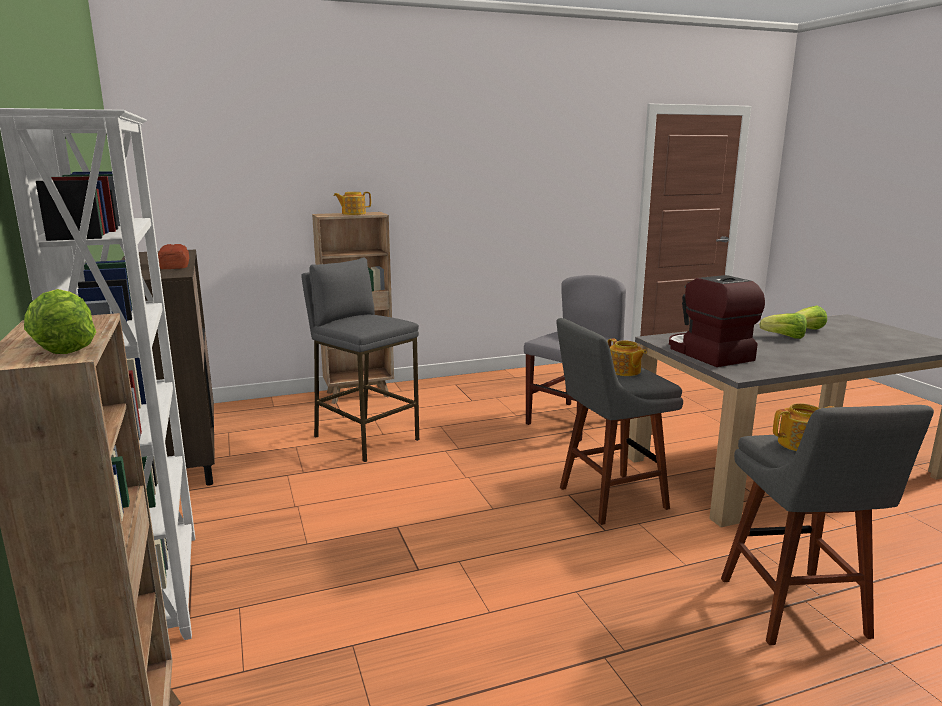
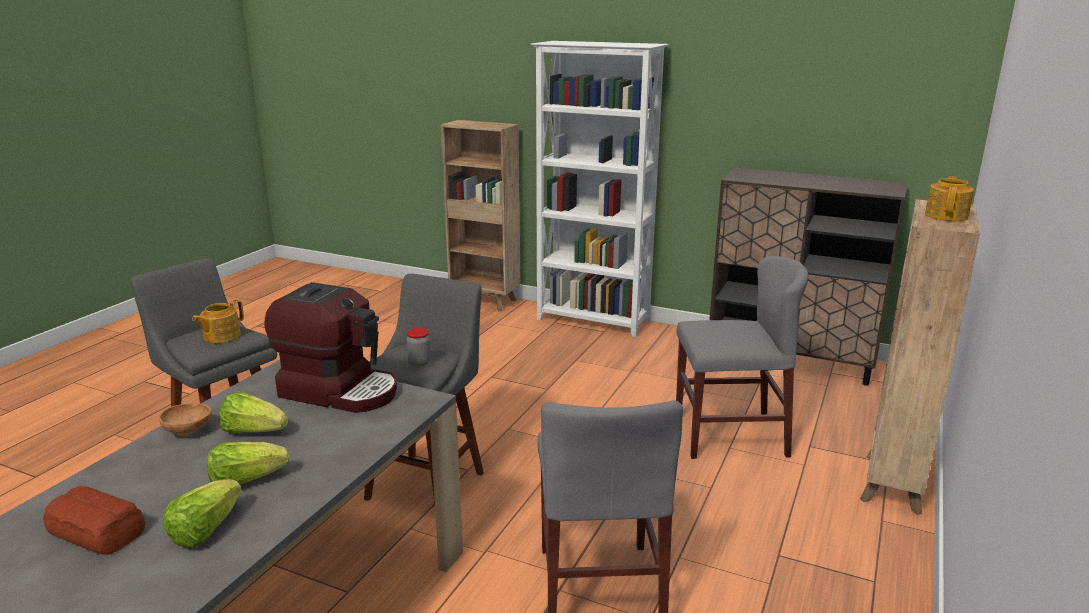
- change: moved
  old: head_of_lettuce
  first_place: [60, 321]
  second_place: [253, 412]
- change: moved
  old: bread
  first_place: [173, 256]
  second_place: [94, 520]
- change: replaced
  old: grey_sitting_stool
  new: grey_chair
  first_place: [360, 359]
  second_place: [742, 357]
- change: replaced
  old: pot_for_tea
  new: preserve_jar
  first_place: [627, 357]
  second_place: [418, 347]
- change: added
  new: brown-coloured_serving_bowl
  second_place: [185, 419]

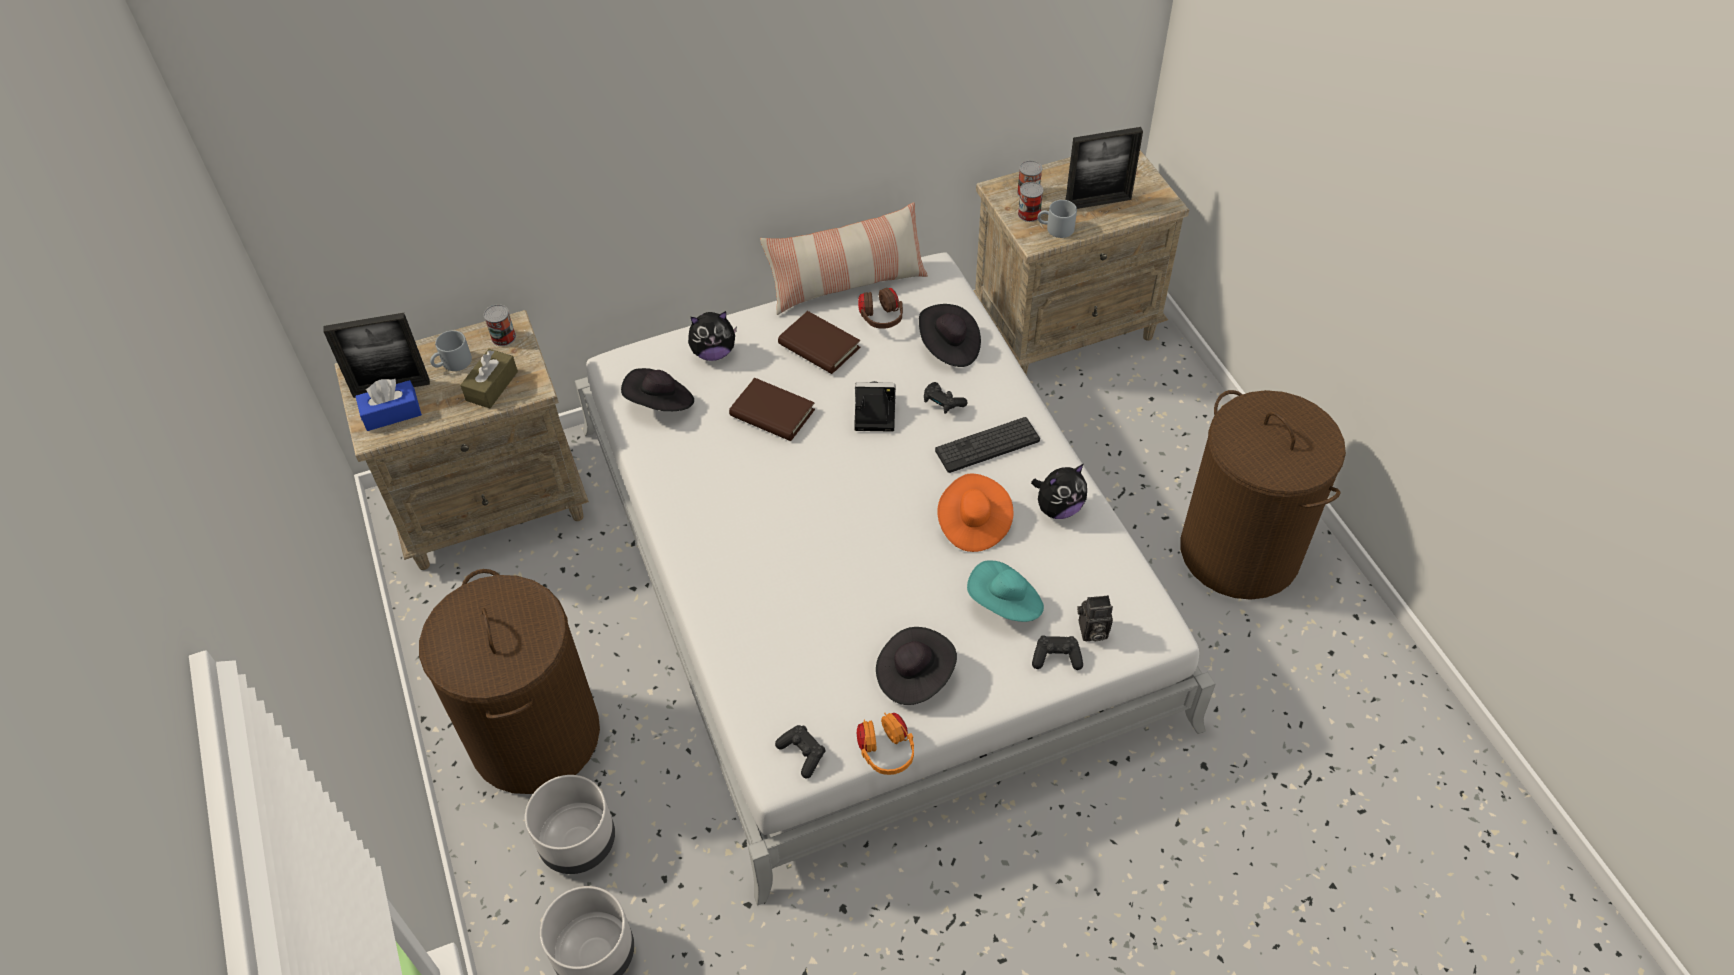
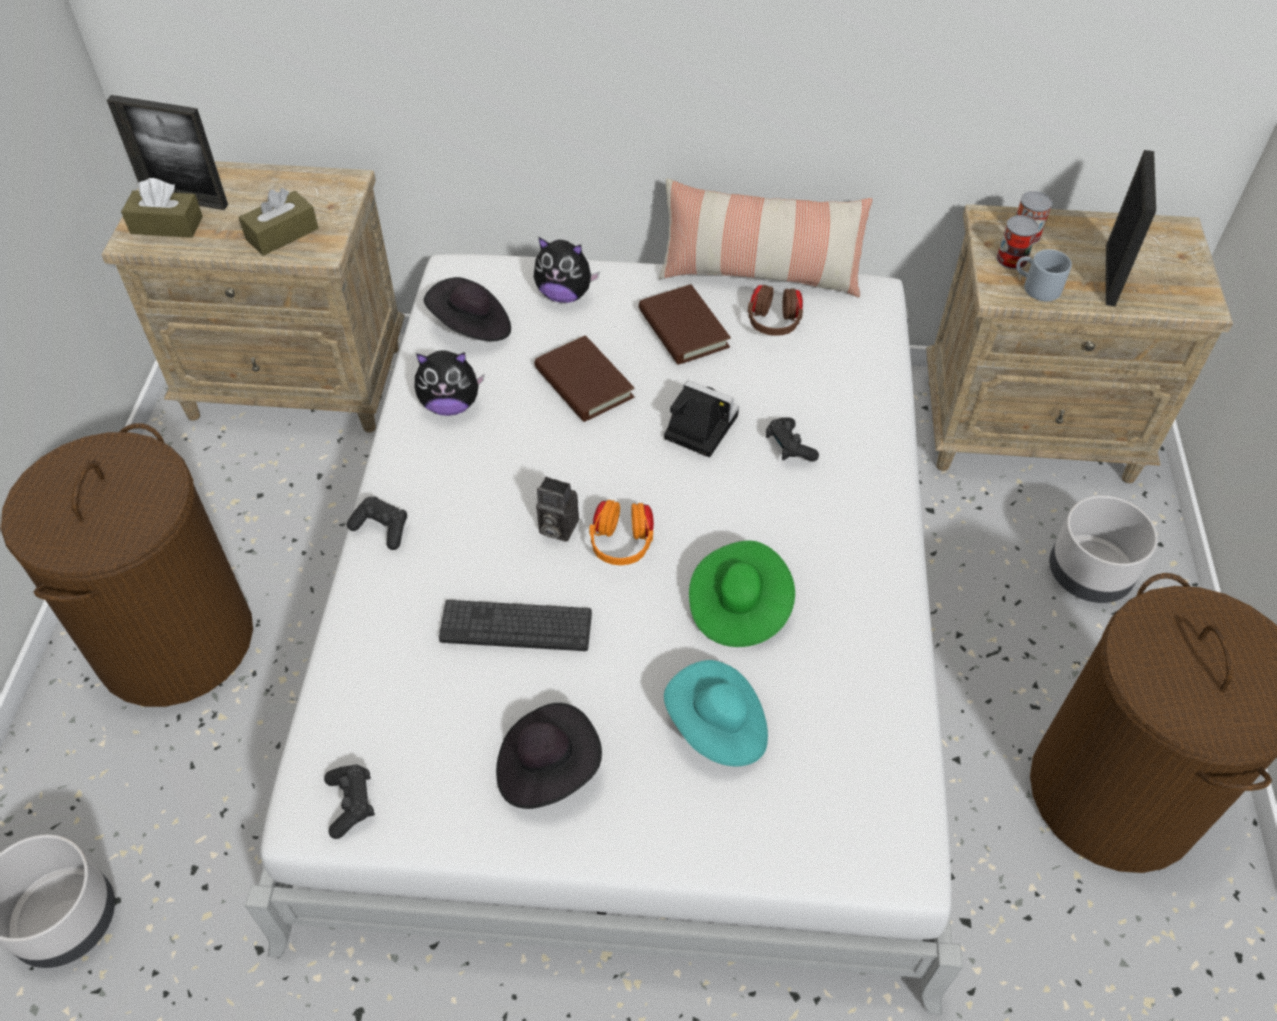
- change: recoloured
  old: blue-coloured_tissue_box
  new: brown-coloured_tissue_box
  first_place: [388, 405]
  second_place: [162, 208]
- change: removed
  old: grey_coffee_mug
  first_place: [451, 350]
- change: removed
  old: can
  first_place: [500, 325]
- change: moved
  old: grey_flower_pot
  first_place: [570, 824]
  second_place: [1103, 549]
- change: moved
  old: orange_headset
  first_place: [885, 744]
  second_place: [621, 532]
- change: removed
  old: blackish_wearable_hat
  first_place: [950, 335]
- change: moved
  old: computer_keyboard
  first_place: [987, 445]
  second_place: [515, 625]
- change: recoloured
  old: orange_wearable_hat
  new: green-coloured_wearable_hat
  first_place: [975, 512]
  second_place: [742, 594]
- change: moved
  old: soft_toy
  first_place: [1059, 491]
  second_place: [450, 383]
- change: moved
  old: blackish_game_controller
  first_place: [1057, 652]
  second_place: [377, 523]
- change: turned
  old: photo_frame
  first_place: [1104, 168]
  second_place: [1131, 228]
  degrees: -90
- change: moved
  old: photo_camera
  first_place: [1095, 618]
  second_place: [557, 509]

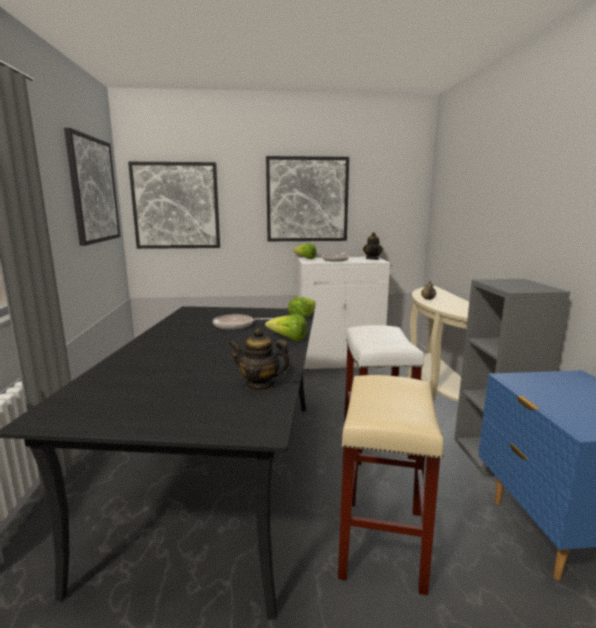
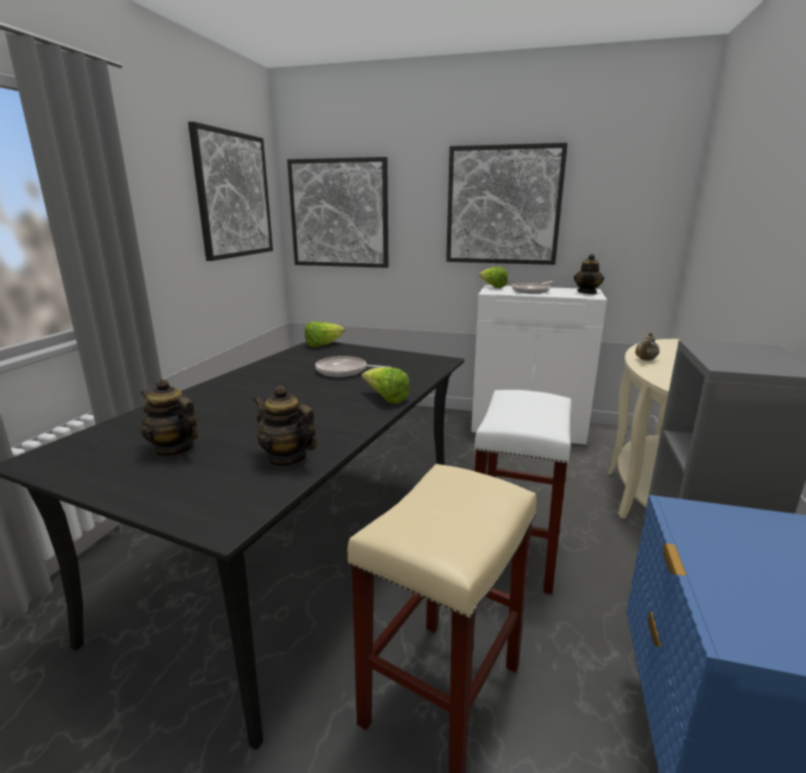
- change: moved
  old: head_of_lettuce
  first_place: [302, 307]
  second_place: [325, 334]
- change: added
  new: pot_for_tea
  second_place: [169, 418]

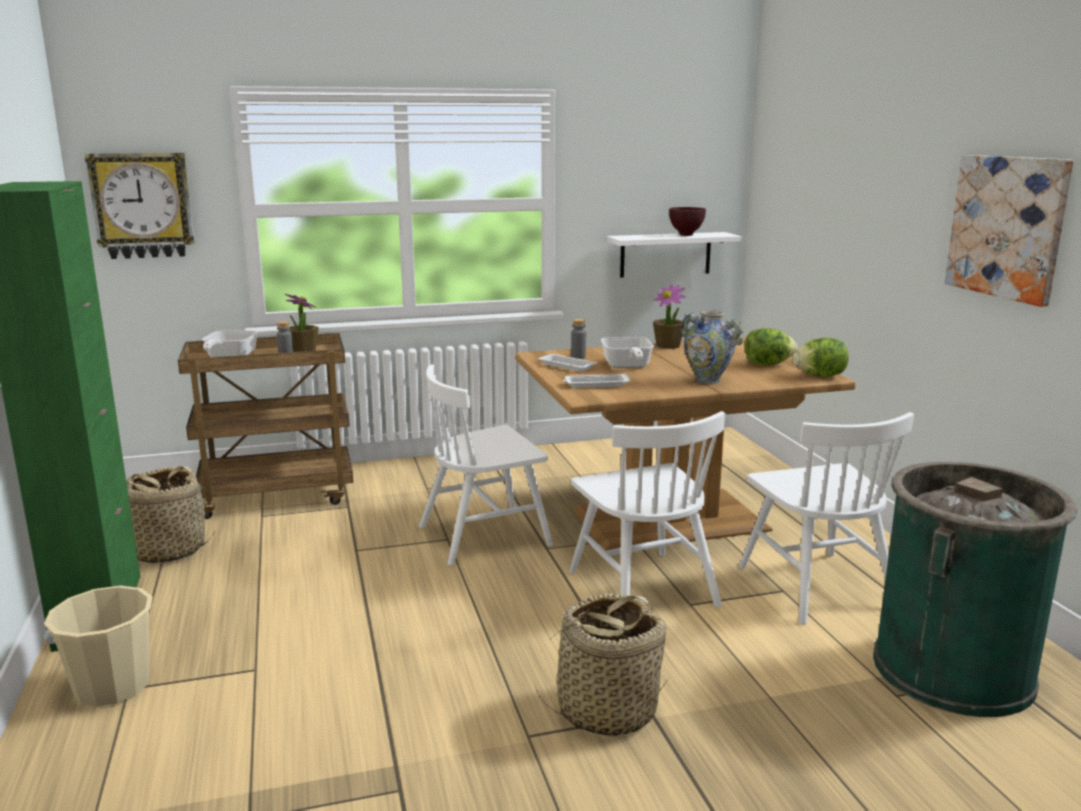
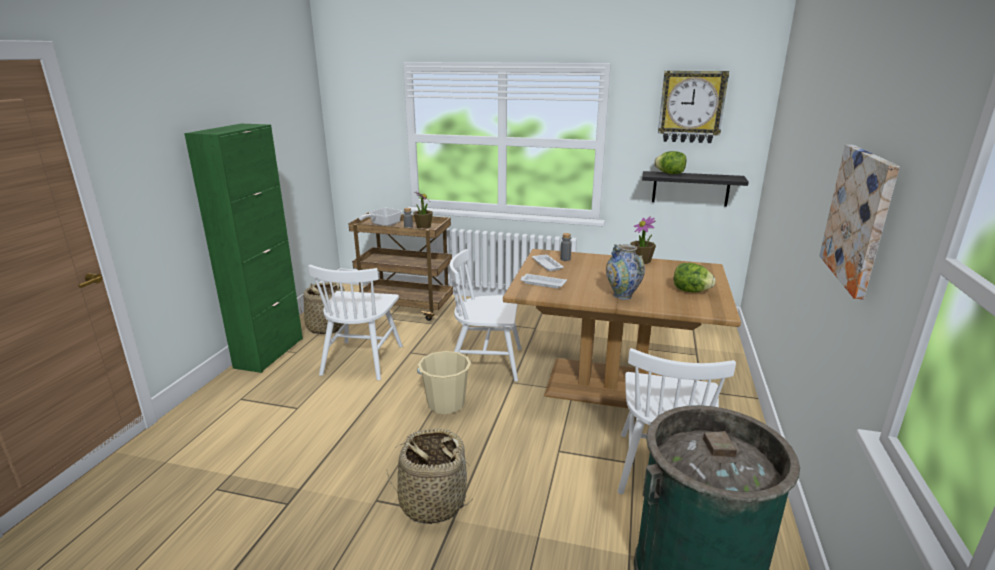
- change: moved
  old: beige_water_bucket
  first_place: [98, 646]
  second_place: [444, 382]
- change: moved
  old: wall_clock
  first_place: [140, 206]
  second_place: [693, 107]
- change: moved
  old: white-coloured_chair
  first_place: [647, 509]
  second_place: [355, 322]
- change: removed
  old: pan
  first_place: [627, 352]
- change: recoloured
  old: white-coloured_shelf
  new: blackish_shelf
  first_place: [674, 255]
  second_place: [695, 189]
- change: removed
  old: brown-coloured_serving_bowl
  first_place: [687, 221]
- change: moved
  old: head_of_lettuce
  first_place: [821, 357]
  second_place: [670, 162]

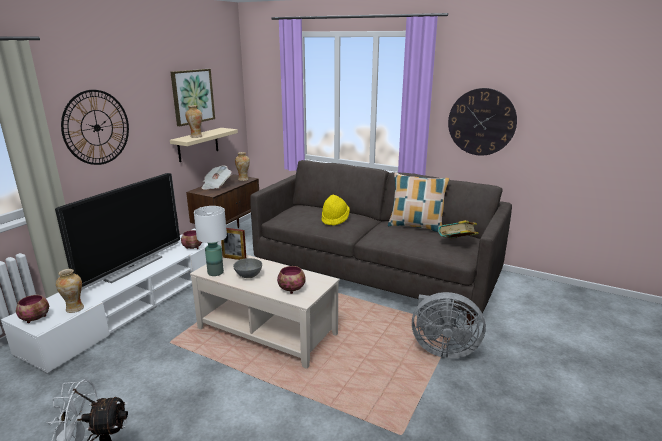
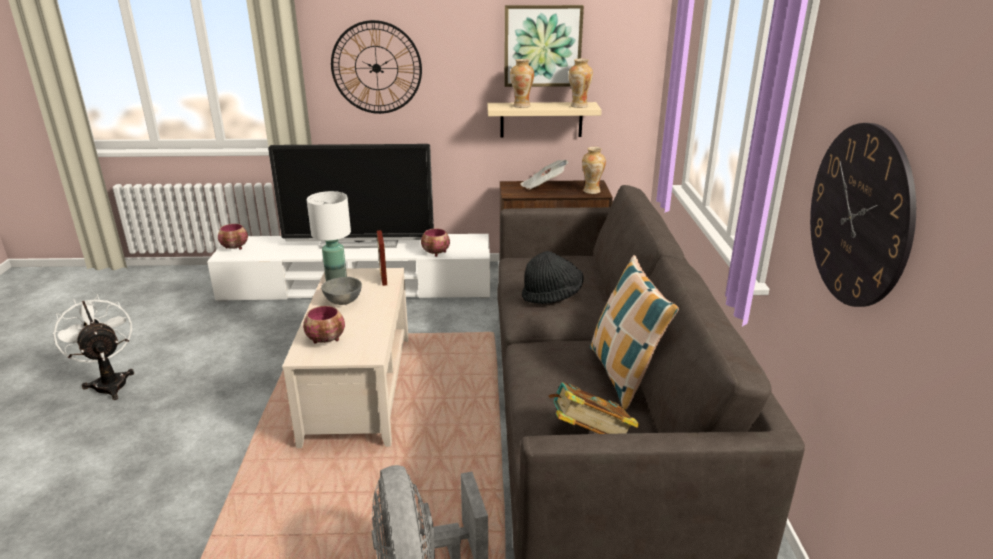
- change: moved
  old: flower_vase
  first_place: [70, 291]
  second_place: [581, 83]
- change: recoloured
  old: yellow_wearable_hat
  new: blackish_wearable_hat
  first_place: [336, 210]
  second_place: [553, 277]

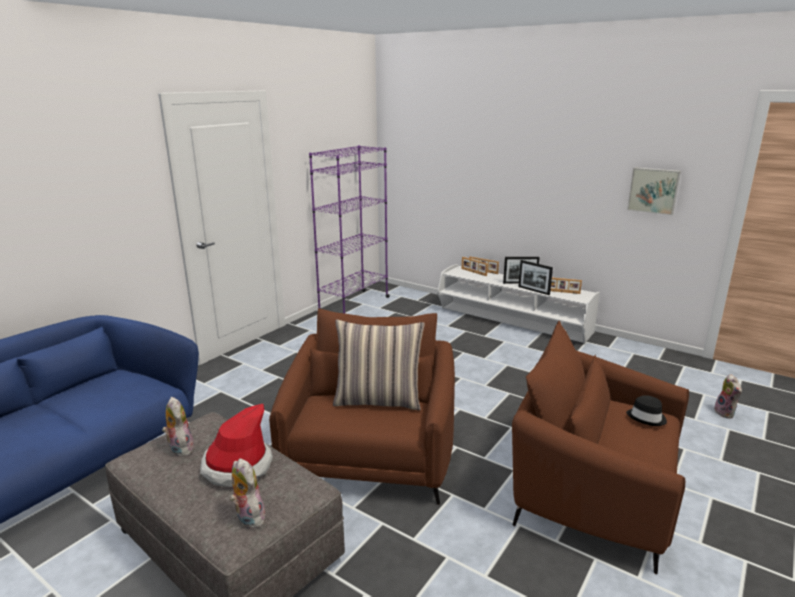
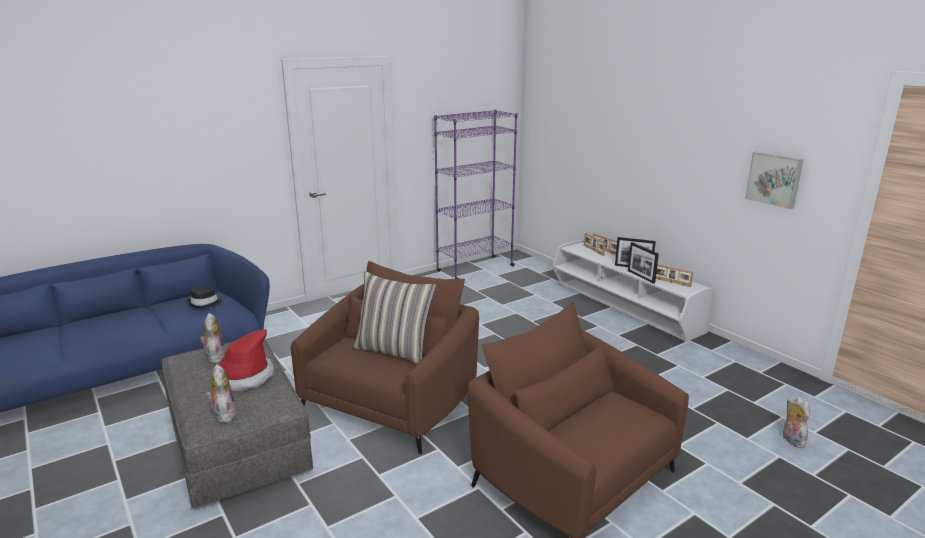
- change: moved
  old: blackish_wearable_hat
  first_place: [646, 410]
  second_place: [204, 297]
- change: turned
  old: soft_toy
  first_place: [728, 396]
  second_place: [796, 422]
  degrees: 150

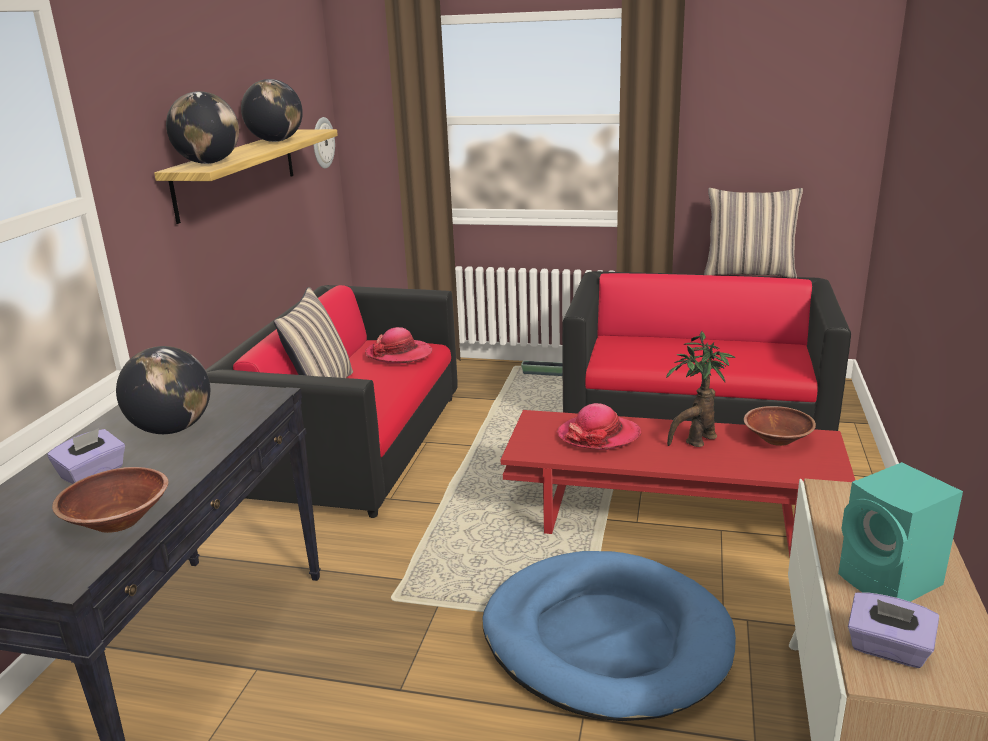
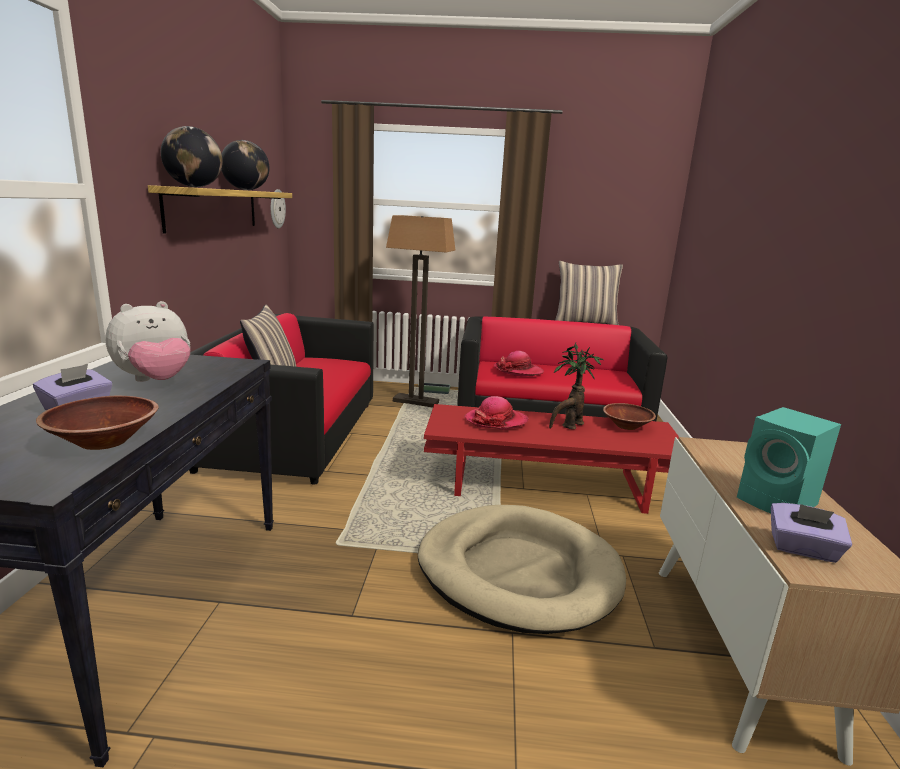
- change: replaced
  old: world_globe
  new: soft_toy
  first_place: [163, 390]
  second_place: [147, 341]
- change: moved
  old: wearable_hat
  first_place: [398, 345]
  second_place: [519, 363]
- change: recoloured
  old: blue-coloured_dog_bed
  new: beige_dog_bed
  first_place: [609, 636]
  second_place: [522, 569]
- change: added
  new: standard_lamp
  second_place: [420, 311]

